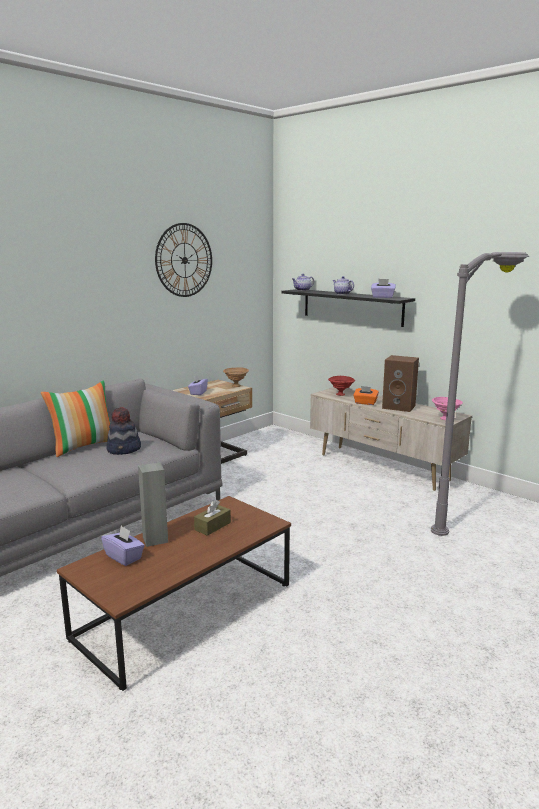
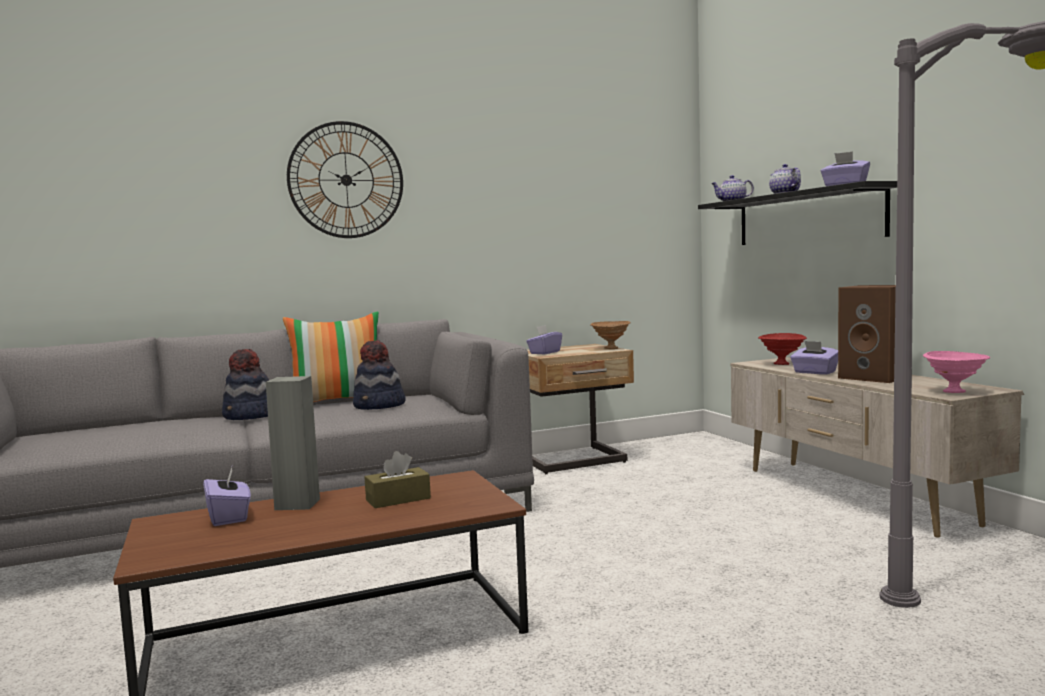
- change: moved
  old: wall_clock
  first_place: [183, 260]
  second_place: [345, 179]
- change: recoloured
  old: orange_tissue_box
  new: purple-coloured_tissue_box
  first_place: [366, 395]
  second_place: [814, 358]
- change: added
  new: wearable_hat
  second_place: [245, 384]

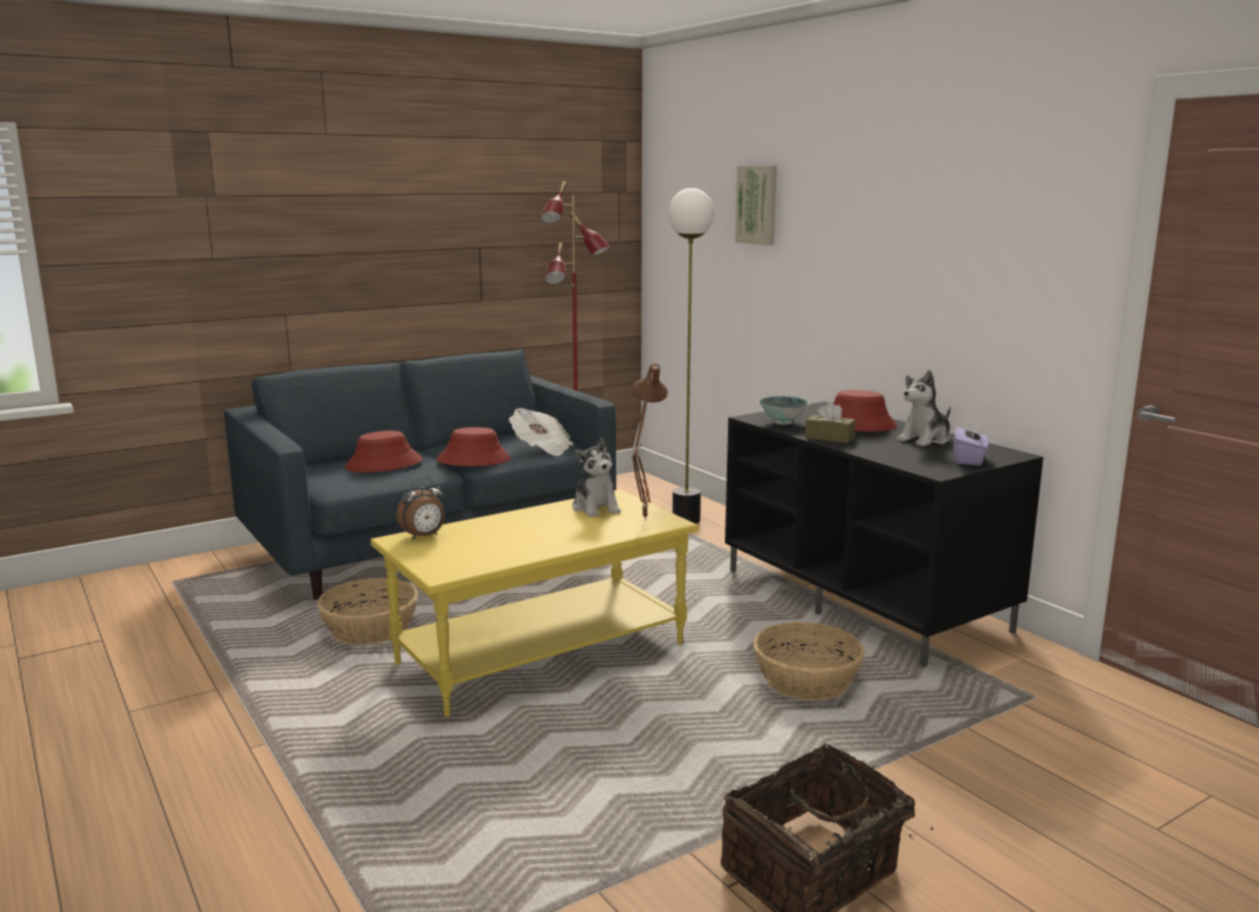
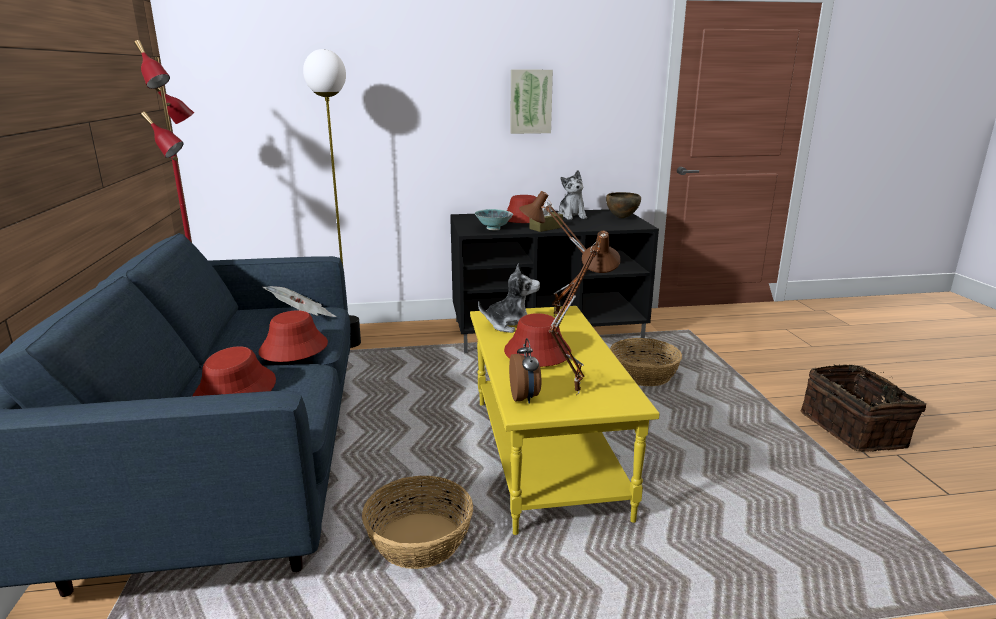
- change: moved
  old: wall_picture
  first_place: [756, 205]
  second_place: [531, 102]
- change: replaced
  old: purple-coloured_tissue_box
  new: brown-coloured_serving_bowl
  first_place: [971, 443]
  second_place: [623, 205]
- change: added
  new: red-coloured_wearable_hat
  second_place: [537, 340]
- change: added
  new: brown-coloured_tabletop_lamp
  second_place: [585, 313]

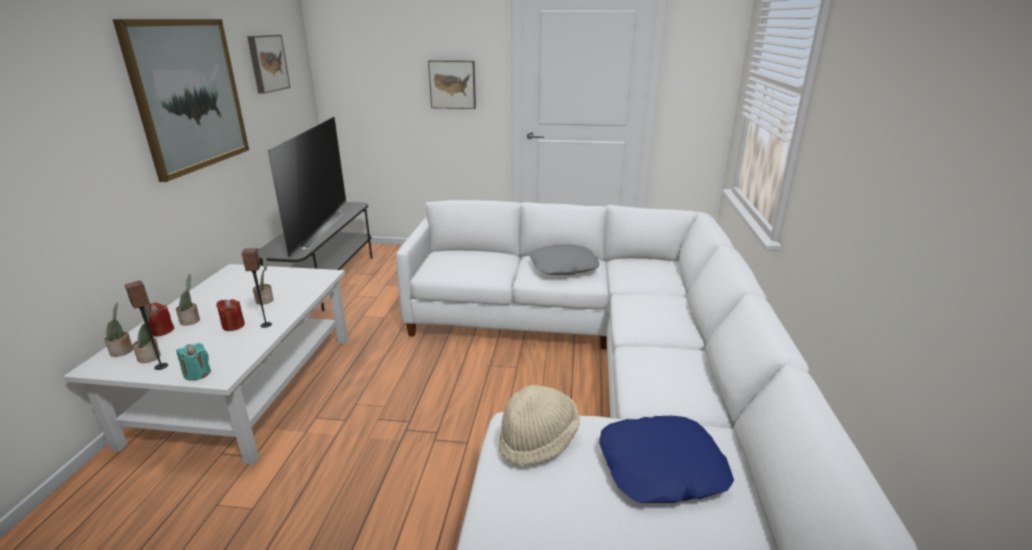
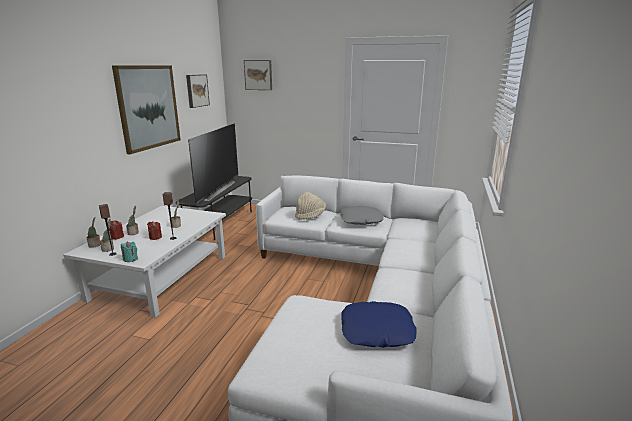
- change: moved
  old: wall_picture
  first_place: [452, 84]
  second_place: [258, 75]
- change: moved
  old: beige_wearable_hat
  first_place: [539, 425]
  second_place: [310, 206]

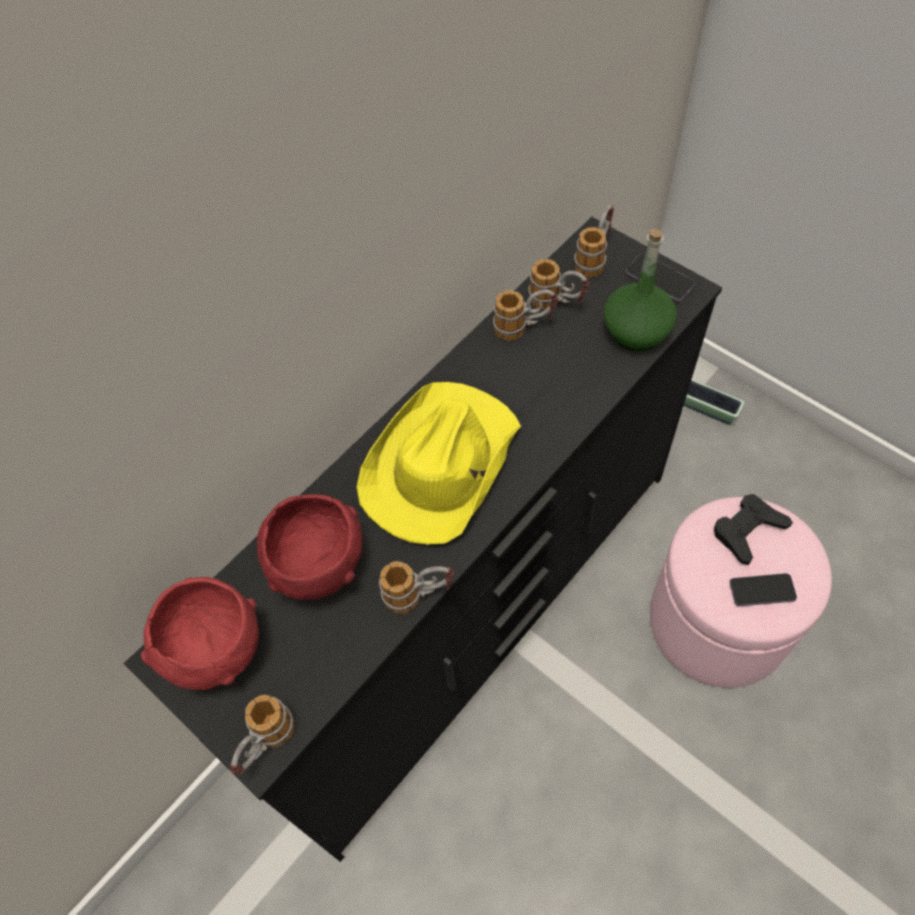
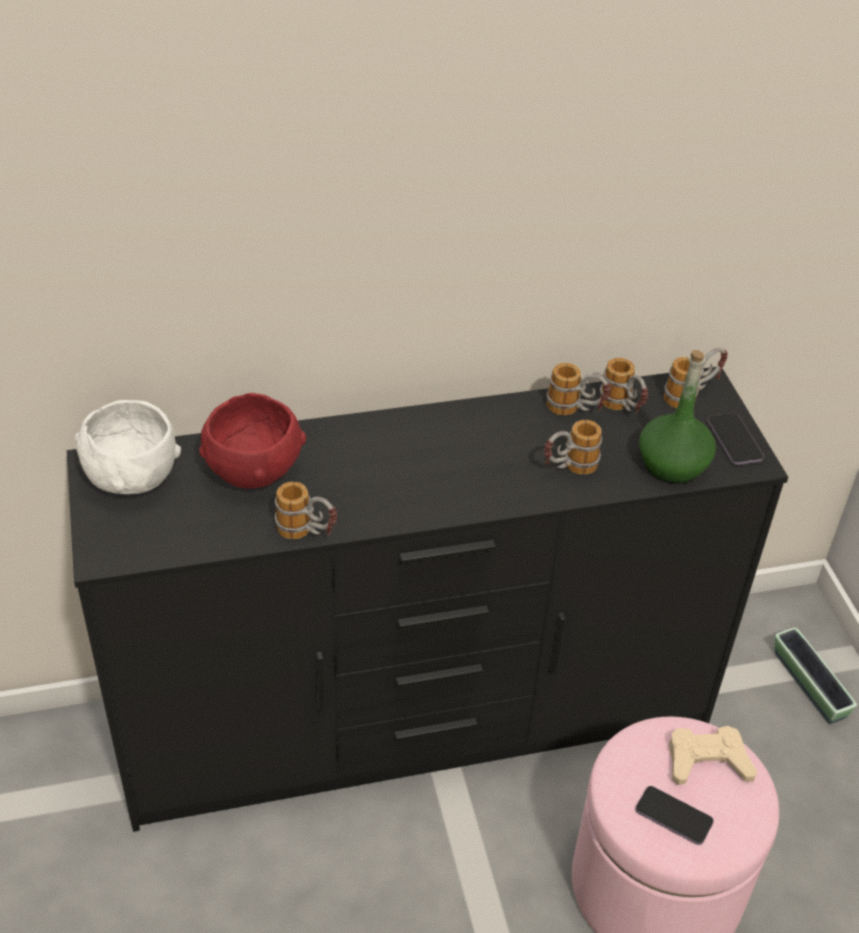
- change: recoloured
  old: red-coloured_serving_bowl
  new: white-coloured_serving_bowl
  first_place: [200, 633]
  second_place: [128, 447]
- change: moved
  old: coffee_mug
  first_place: [262, 735]
  second_place: [573, 447]
- change: removed
  old: yellow_wearable_hat
  first_place: [439, 463]
- change: recoloured
  old: blackish_game_controller
  new: beige_game_controller
  first_place: [753, 529]
  second_place: [713, 755]

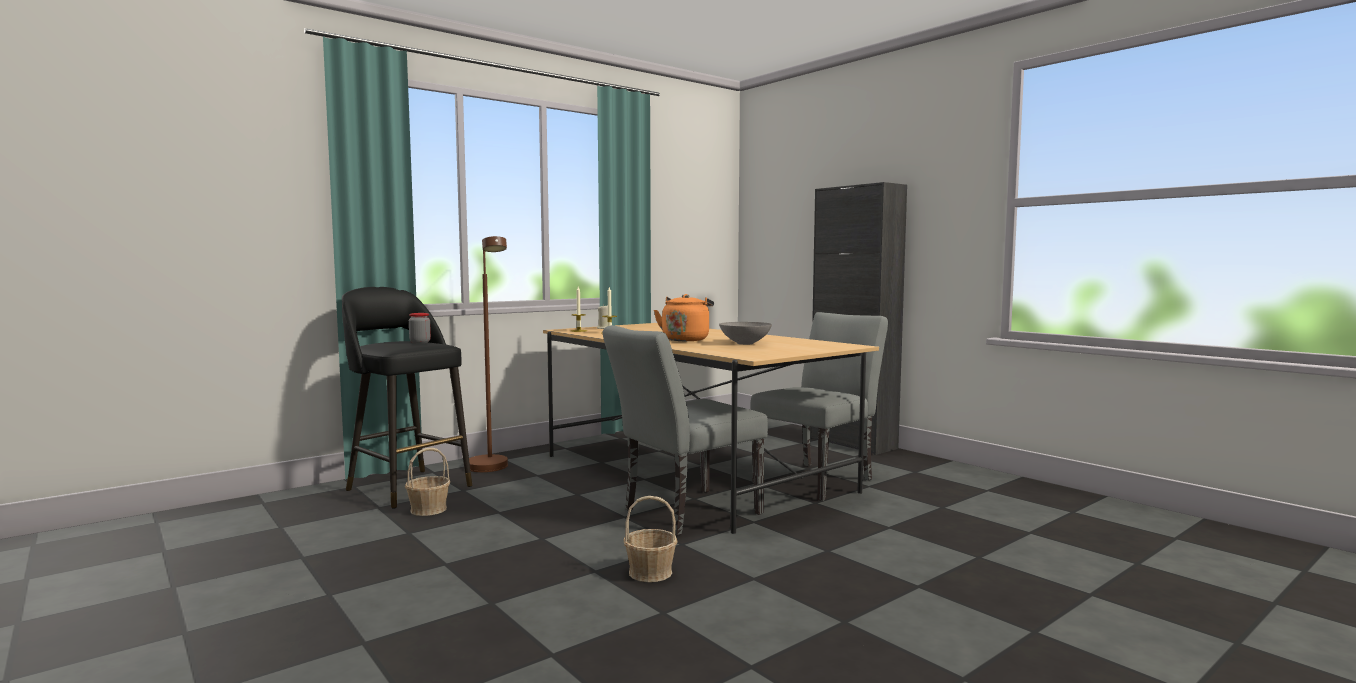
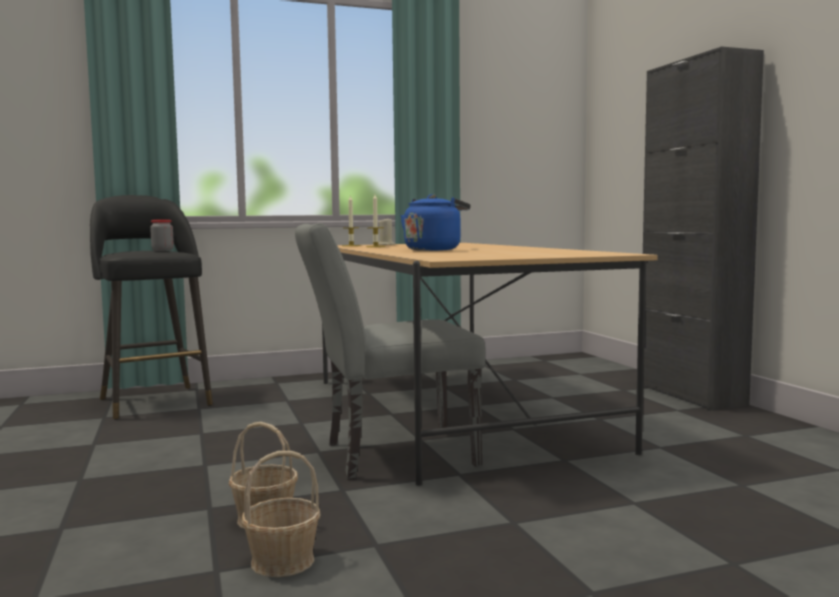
- change: moved
  old: storage_basket
  first_place: [427, 482]
  second_place: [281, 514]
- change: removed
  old: brown-coloured_standard_lamp
  first_place: [488, 354]
- change: recoloured
  old: orange_kettle
  new: blue-coloured_kettle
  first_place: [684, 317]
  second_place: [435, 222]
- change: removed
  old: grey_serving_bowl
  first_place: [745, 333]
- change: removed
  old: grey_chair
  first_place: [819, 406]

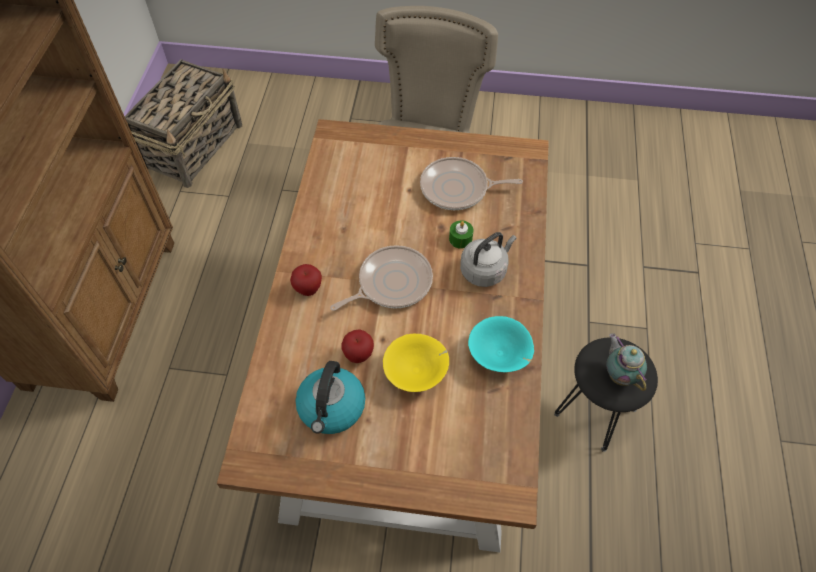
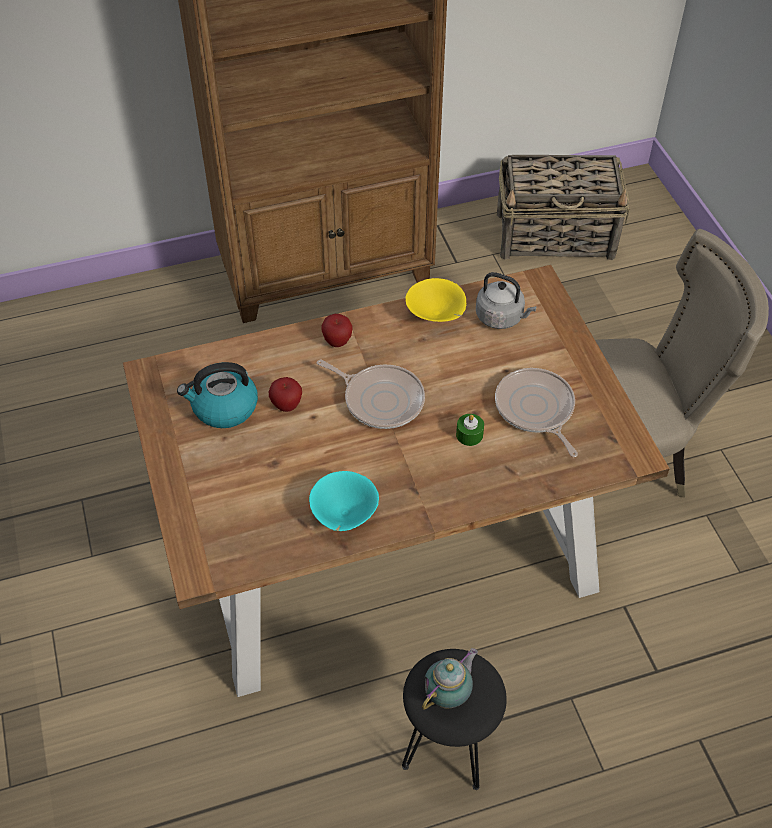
- change: moved
  old: yellow_serving_bowl
  first_place: [416, 362]
  second_place: [435, 300]
- change: moved
  old: grey_kettle
  first_place: [488, 259]
  second_place: [506, 300]

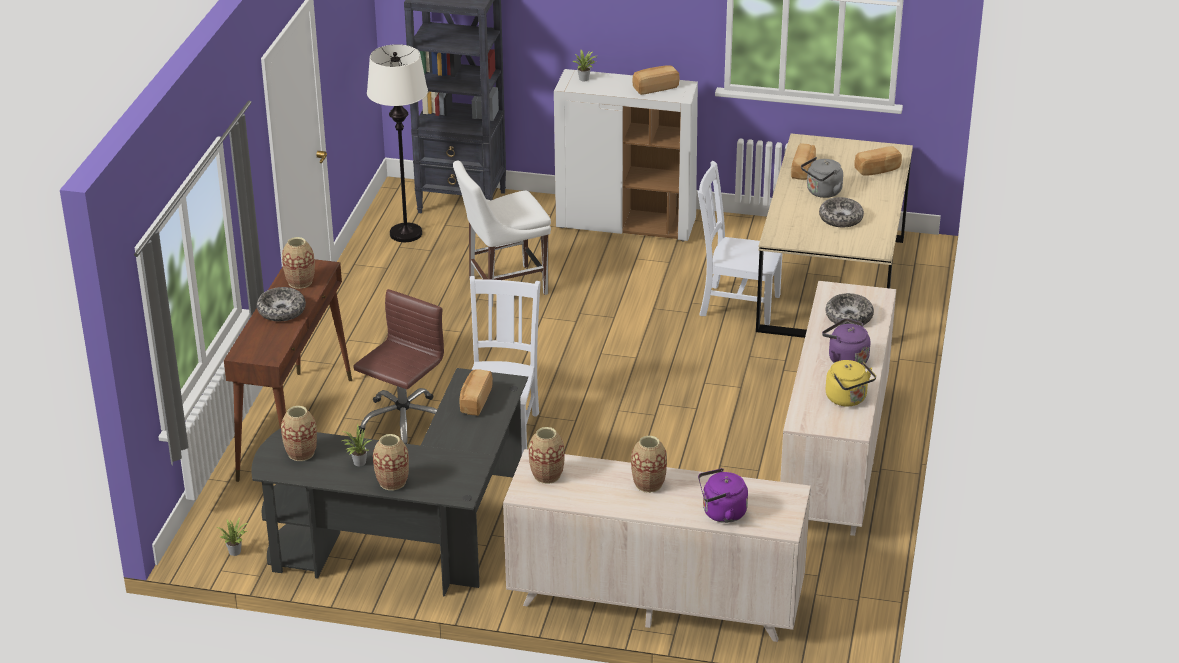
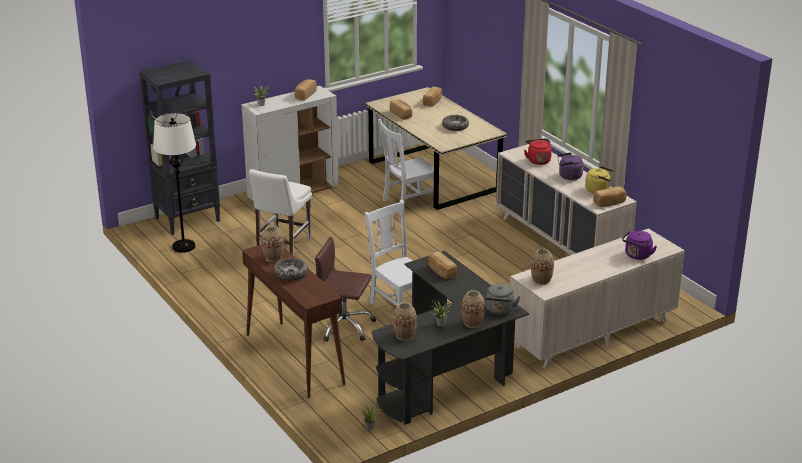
- change: turned
  old: brown-coloured_desk_chair
  first_place: [398, 366]
  second_place: [345, 289]
  degrees: -60
- change: removed
  old: flower_vase
  first_place: [649, 464]
- change: moved
  old: grey_kettle
  first_place: [822, 177]
  second_place: [503, 299]
- change: replaced
  old: serving_bowl
  new: red-coloured_kettle
  first_place: [850, 309]
  second_place: [538, 152]
- change: added
  new: bread
  second_place: [610, 196]

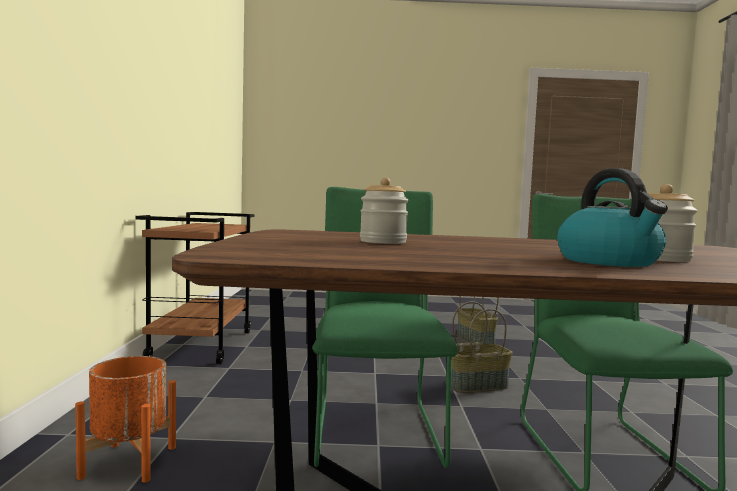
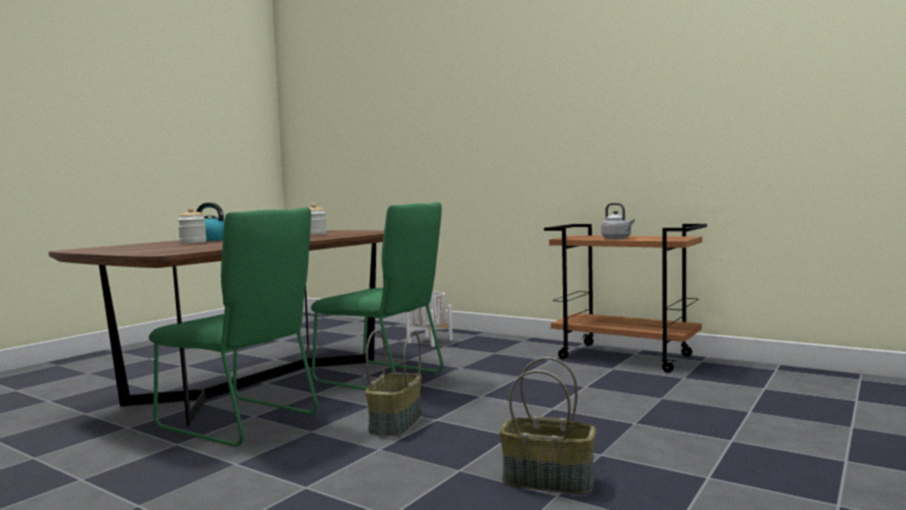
- change: recoloured
  old: orange_flower_pot
  new: white-coloured_flower_pot
  first_place: [125, 419]
  second_place: [429, 319]
- change: added
  new: grey_kettle
  second_place: [618, 221]

